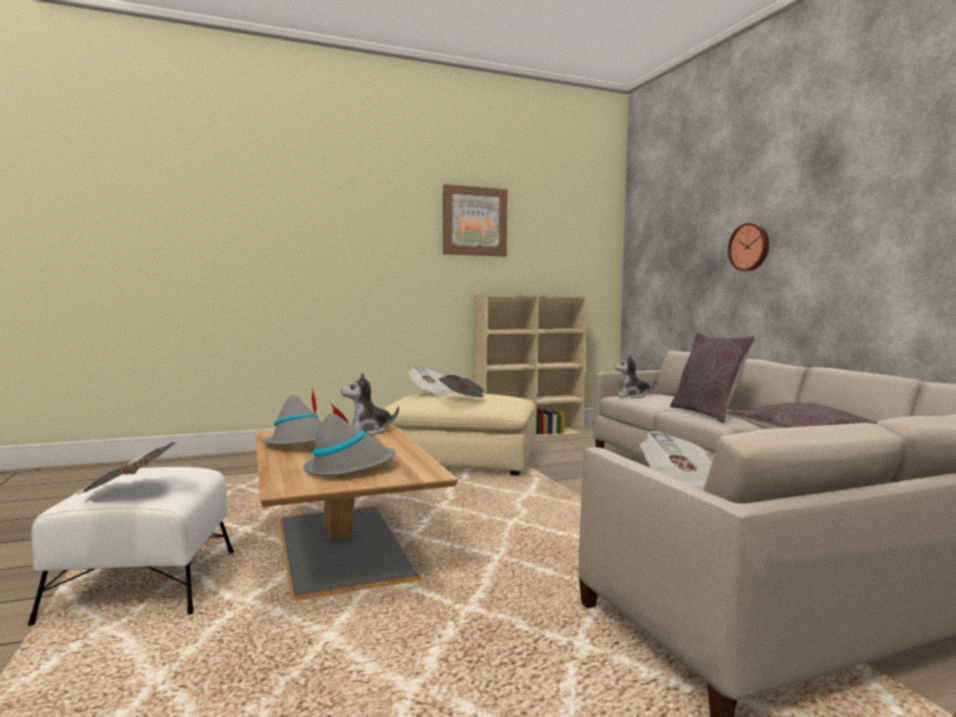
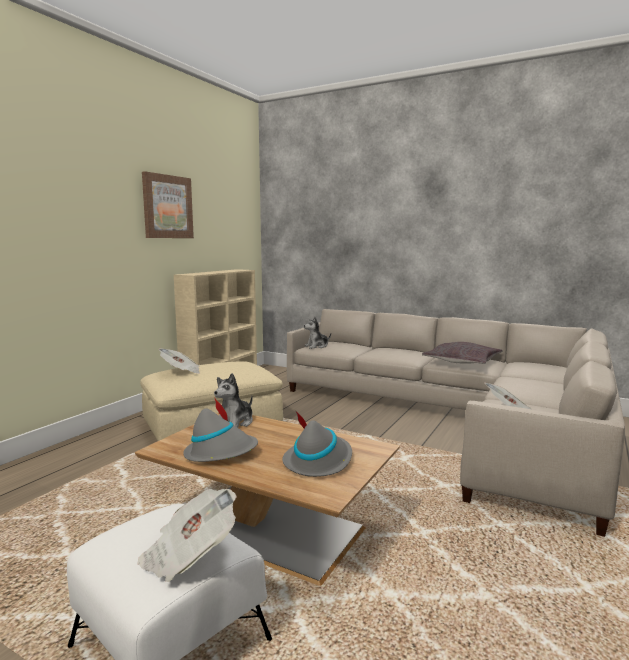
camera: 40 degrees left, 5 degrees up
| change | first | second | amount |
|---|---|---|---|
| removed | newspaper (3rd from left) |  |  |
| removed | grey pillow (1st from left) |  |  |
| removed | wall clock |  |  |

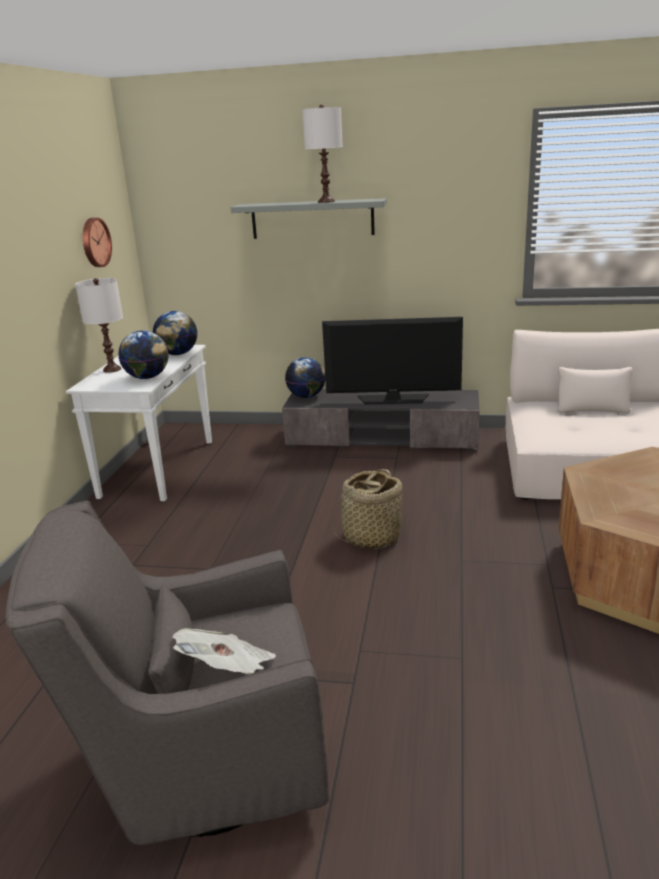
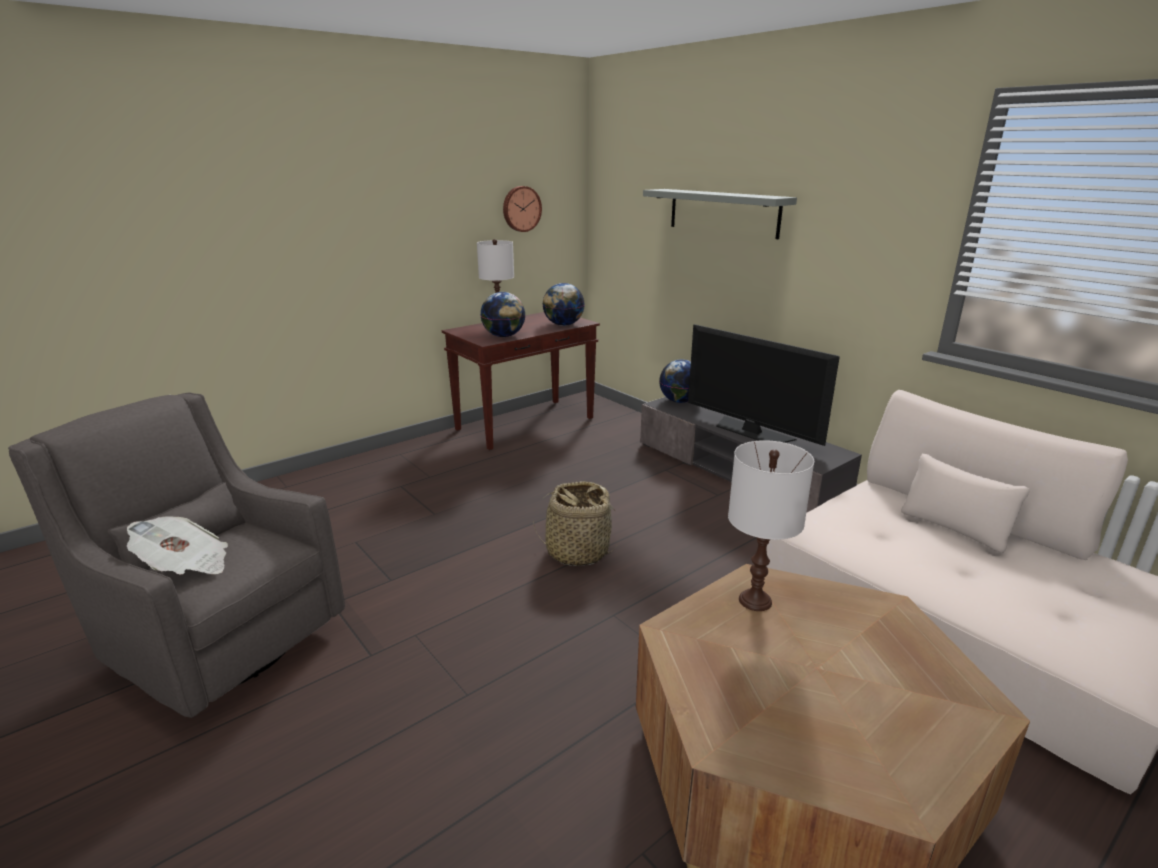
camera: 40 degrees right, 0 degrees up
| change | first | second | amount |
|---|---|---|---|
| moved | white table lamp (2nd from left) |  |  |
| recoloured | white console table | brown console table |  |

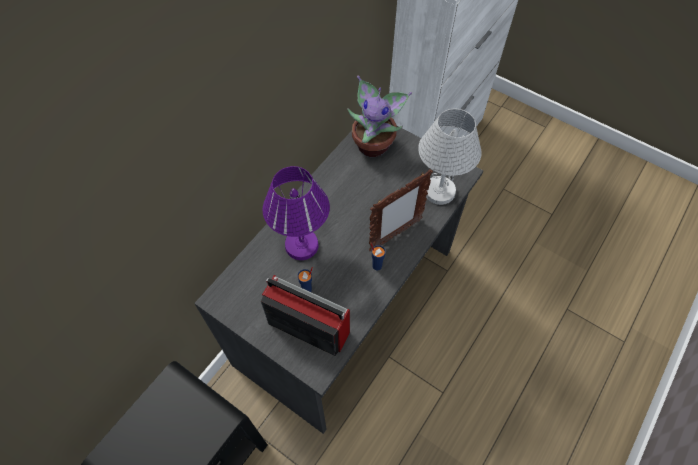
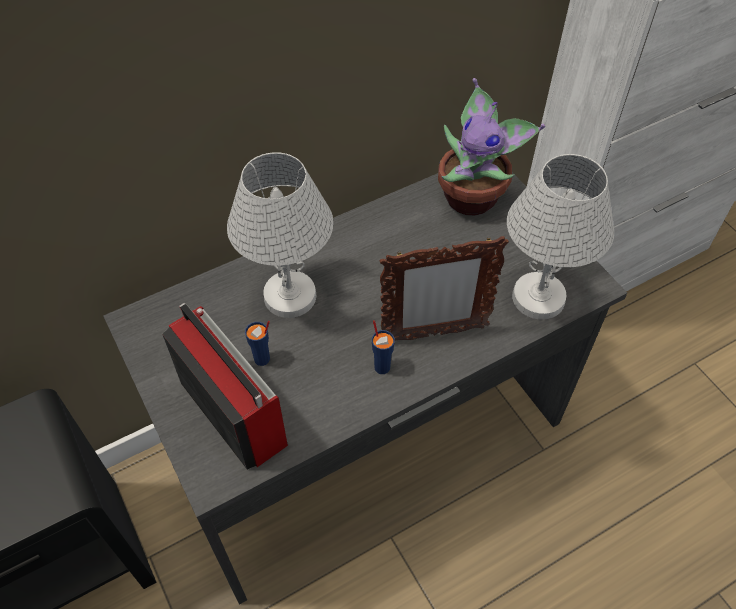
camera: 25 degrees right, 5 degrees down
| change | first | second | amount |
|---|---|---|---|
| recoloured | purple table lamp | white table lamp (1st from left) |  |

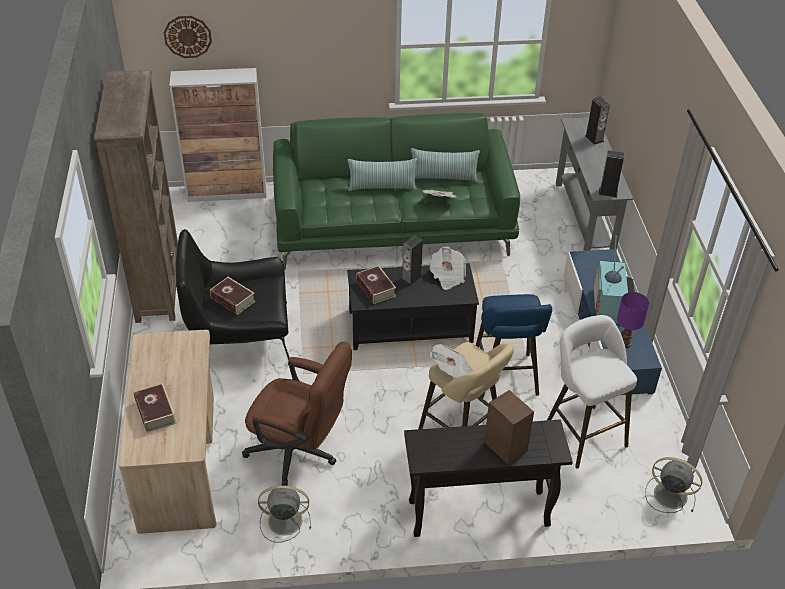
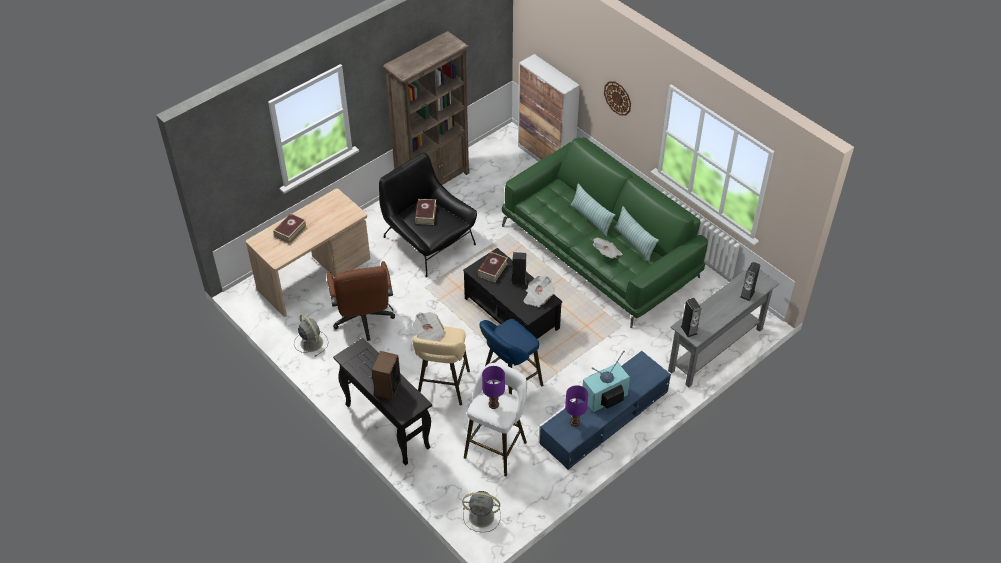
camera: 55 degrees right, 5 degrees up
| change | first | second | amount |
|---|---|---|---|
| added |  | purple table lamp (1st from left) |  |
| moved | wall clock |  |  |
| turned | grey fan (2nd from left) |  | 105 degrees clockwise |

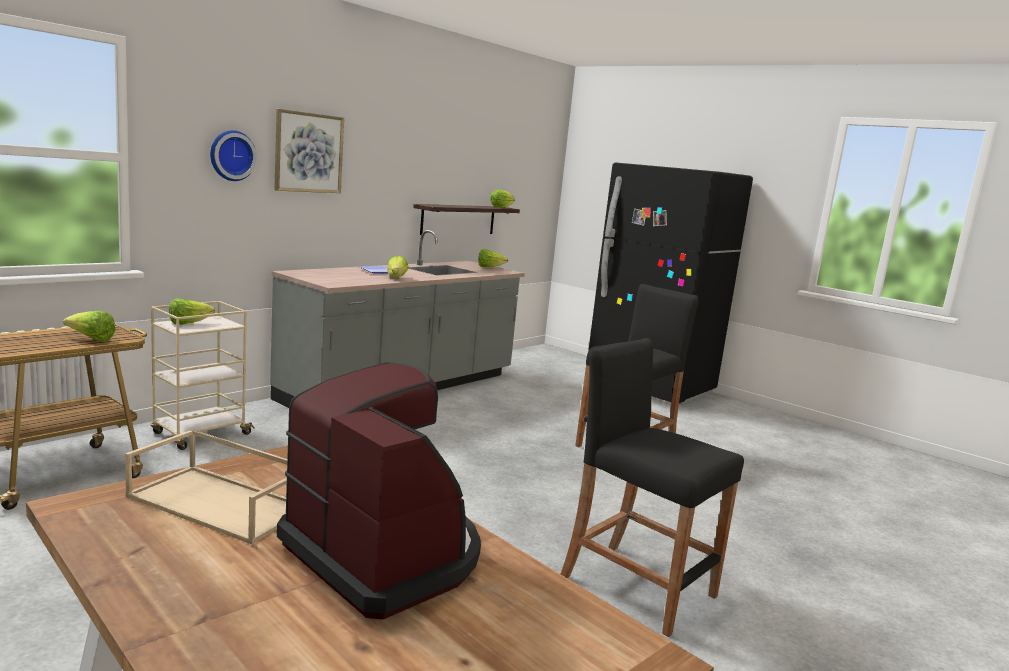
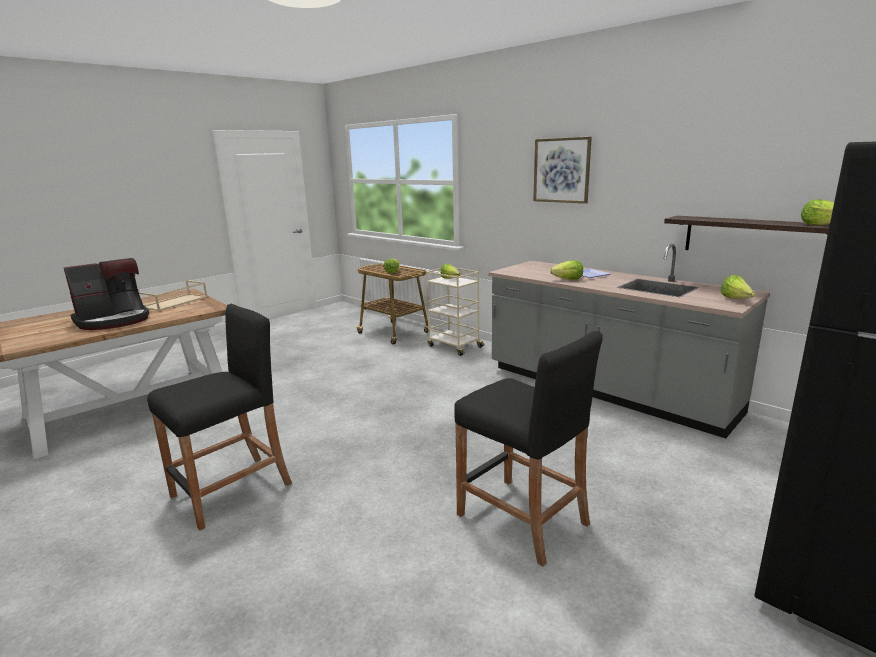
camera: 95 degrees right, 5 degrees up
| change | first | second | amount |
|---|---|---|---|
| removed | wall clock |  |  |

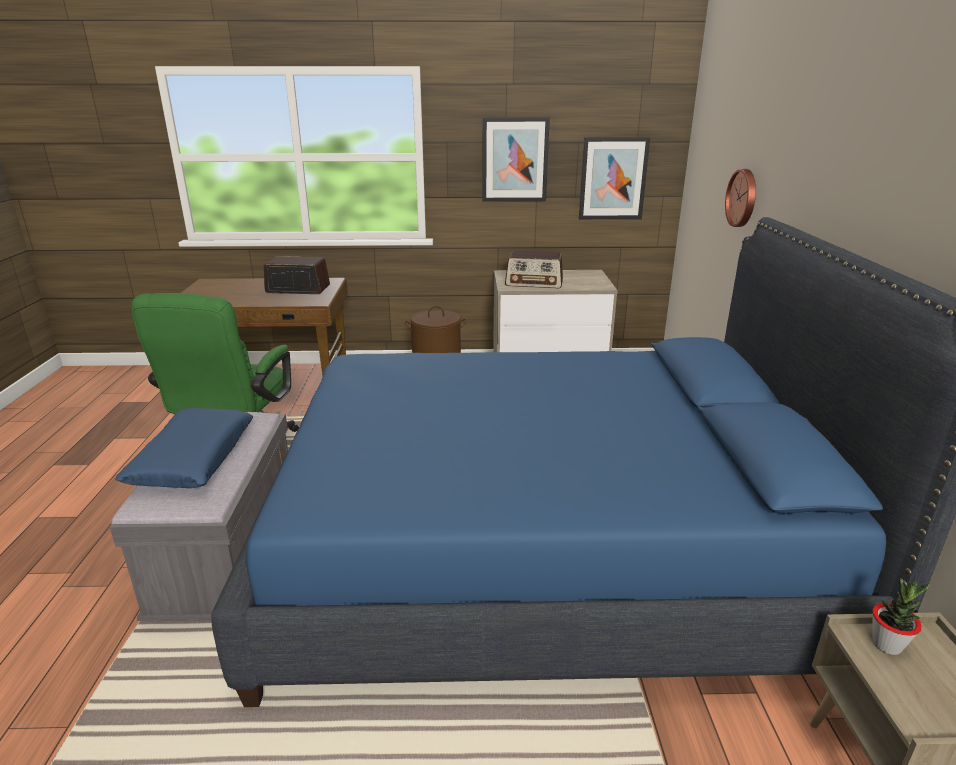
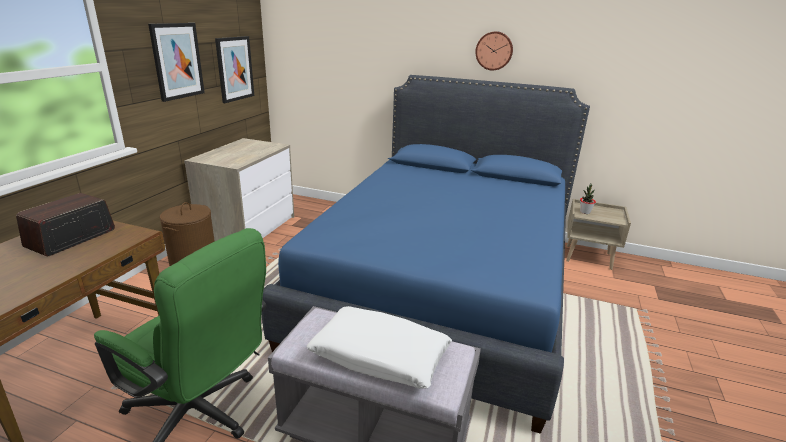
camera: 70 degrees left, 0 degrees up
| change | first | second | amount |
|---|---|---|---|
| removed | radio (2nd from left) |  |  |
| moved | wall clock |  |  |
| recoloured | blue pillow | white pillow |  |

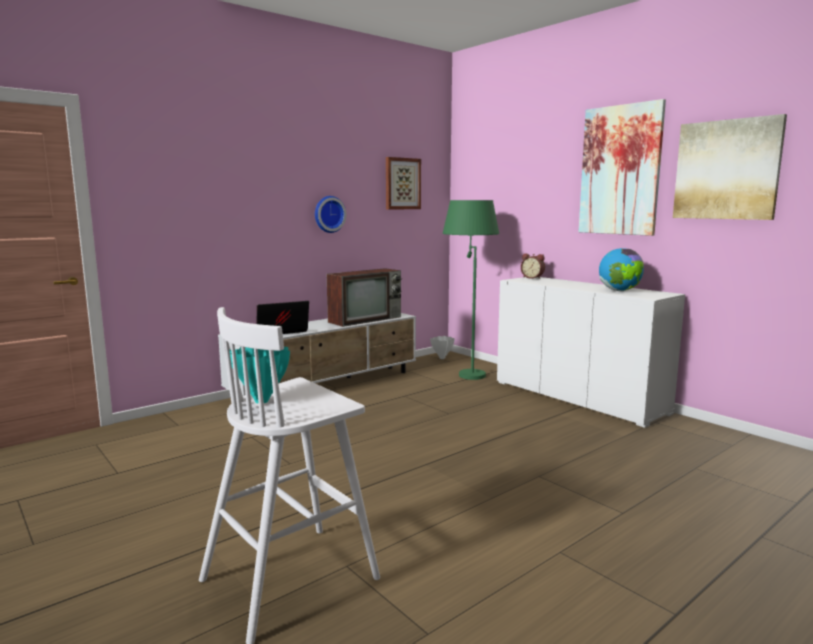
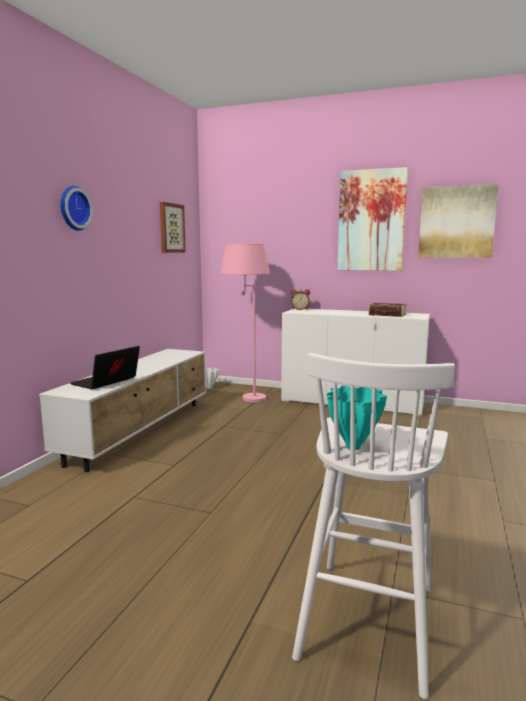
camera: 30 degrees left, 0 degrees up
| change | first | second | amount |
|---|---|---|---|
| removed | television |  |  |
| moved | wall clock |  |  |
| replaced | globe | book |  |
| recoloured | green floor lamp | pink floor lamp |  |

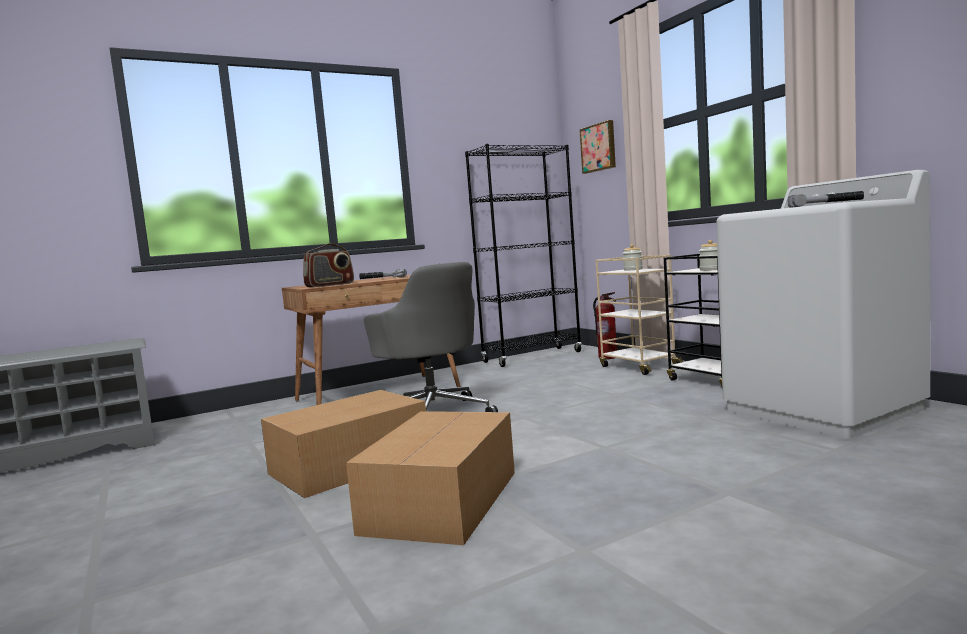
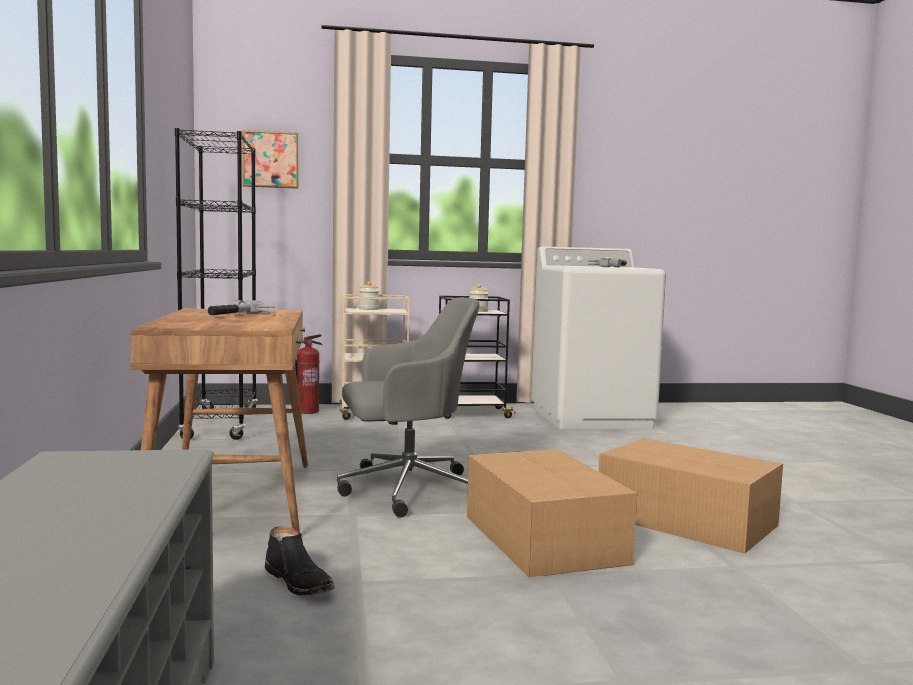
camera: 70 degrees left, 0 degrees up
| change | first | second | amount |
|---|---|---|---|
| removed | radio |  |  |
| added |  | black boot |  |

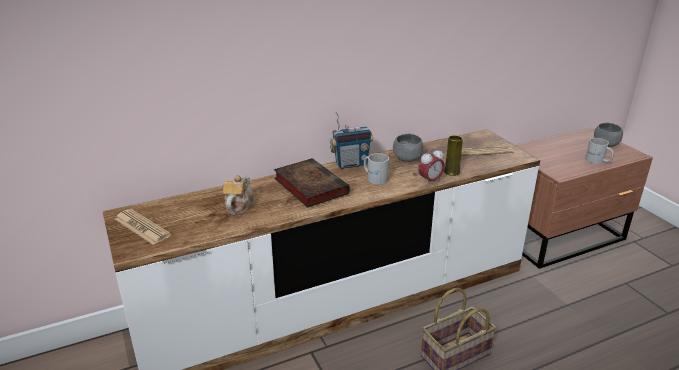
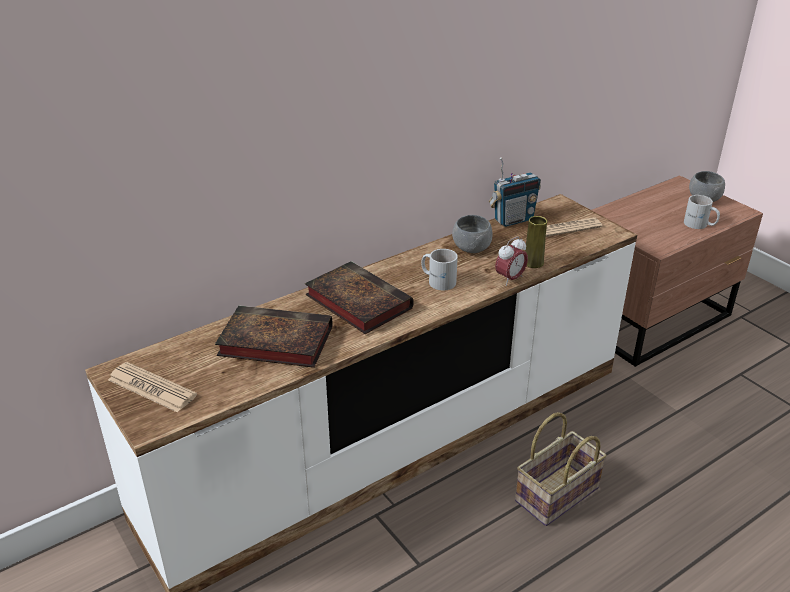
camera: 10 degrees left, 5 degrees up
| change | first | second | amount |
|---|---|---|---|
| moved | radio |  |  |
| replaced | teapot | book (1st from left) |  |

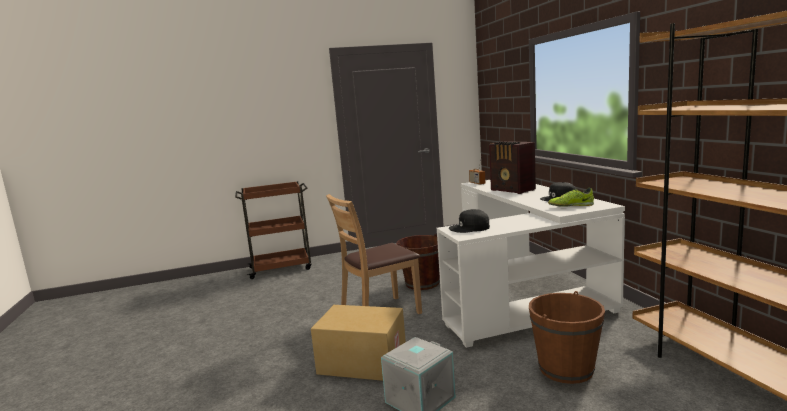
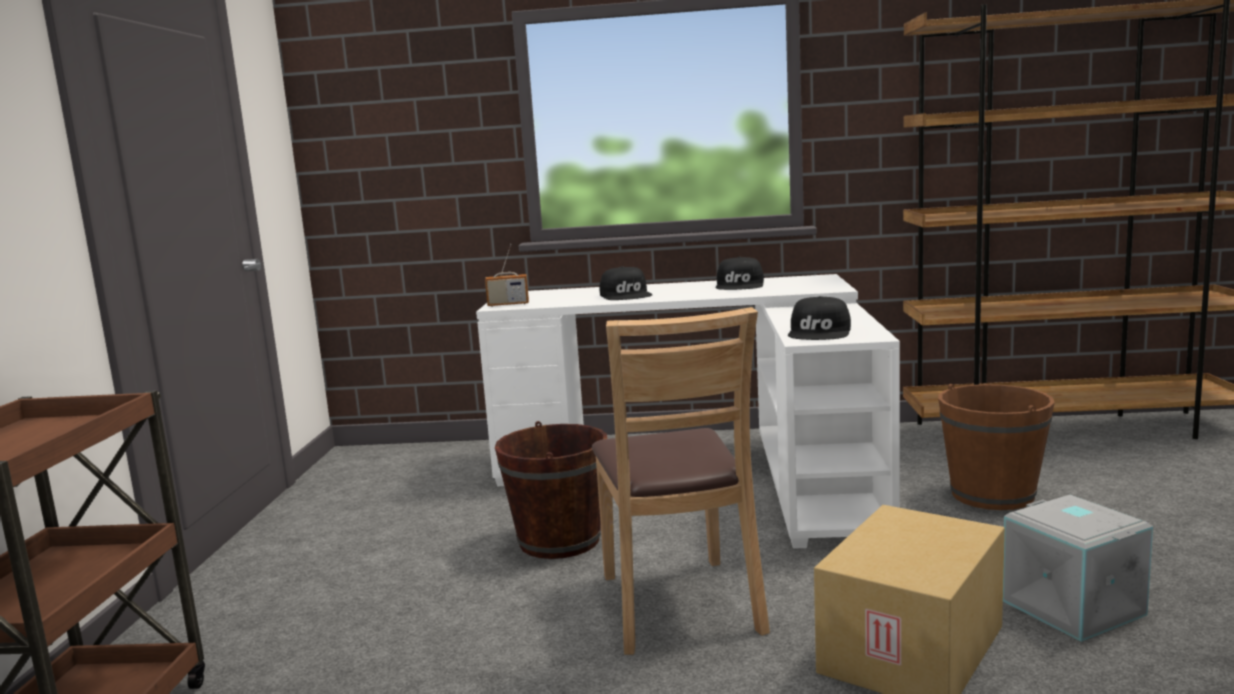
camera: 70 degrees left, 0 degrees up
| change | first | second | amount |
|---|---|---|---|
| removed | shoe |  |  |
| replaced | radio (2nd from left) | black cap (1st from left) |  |

